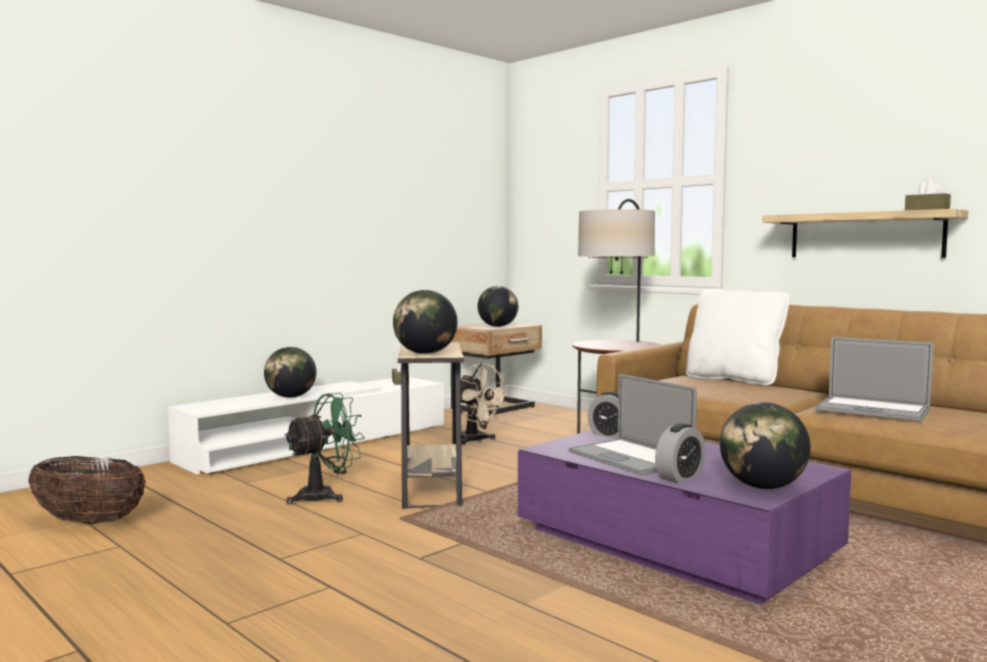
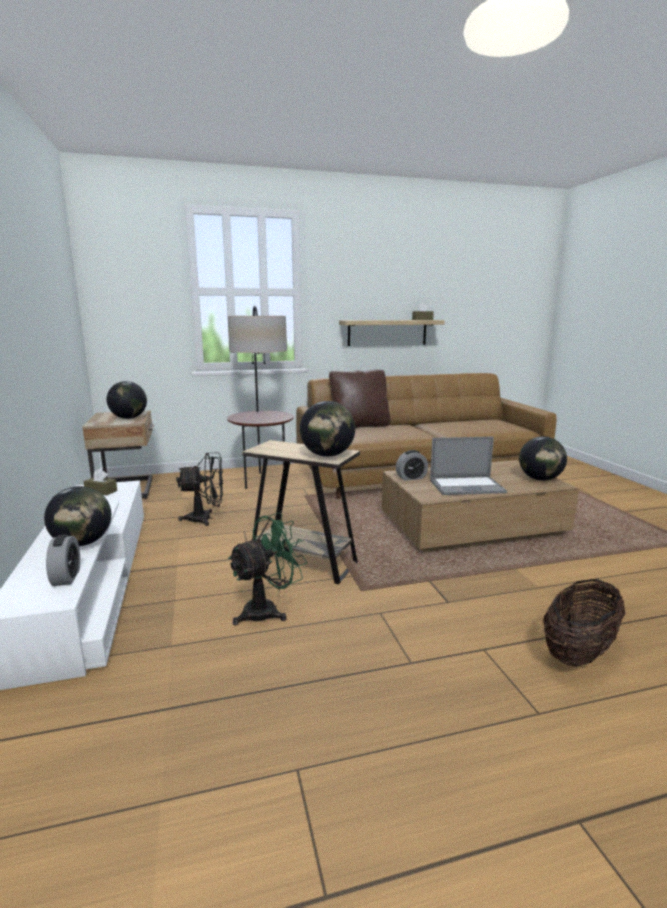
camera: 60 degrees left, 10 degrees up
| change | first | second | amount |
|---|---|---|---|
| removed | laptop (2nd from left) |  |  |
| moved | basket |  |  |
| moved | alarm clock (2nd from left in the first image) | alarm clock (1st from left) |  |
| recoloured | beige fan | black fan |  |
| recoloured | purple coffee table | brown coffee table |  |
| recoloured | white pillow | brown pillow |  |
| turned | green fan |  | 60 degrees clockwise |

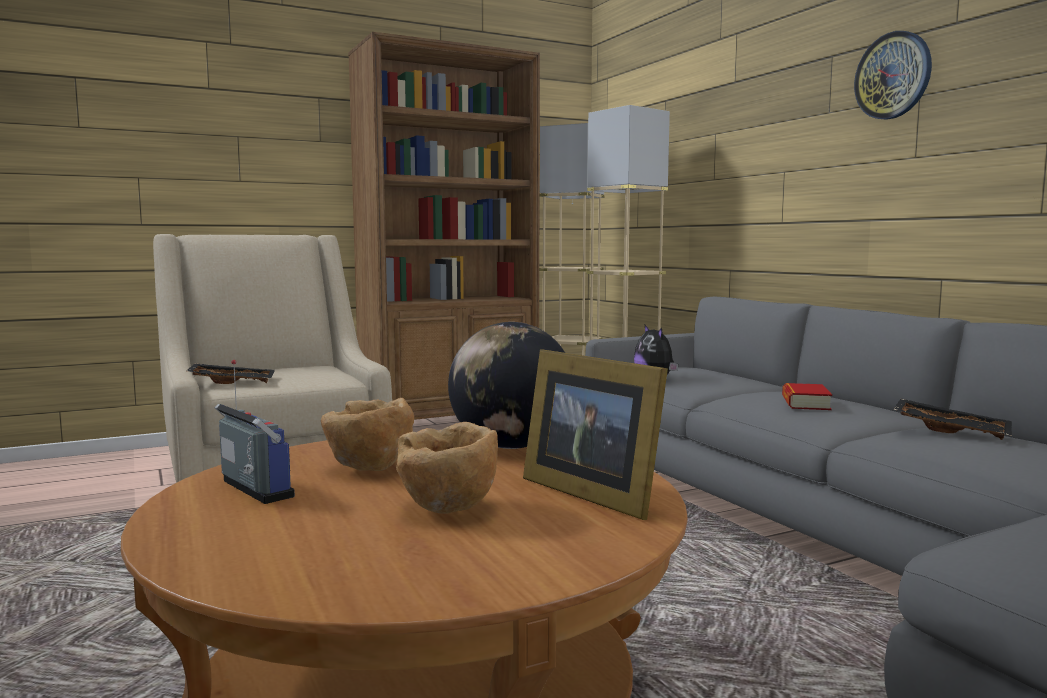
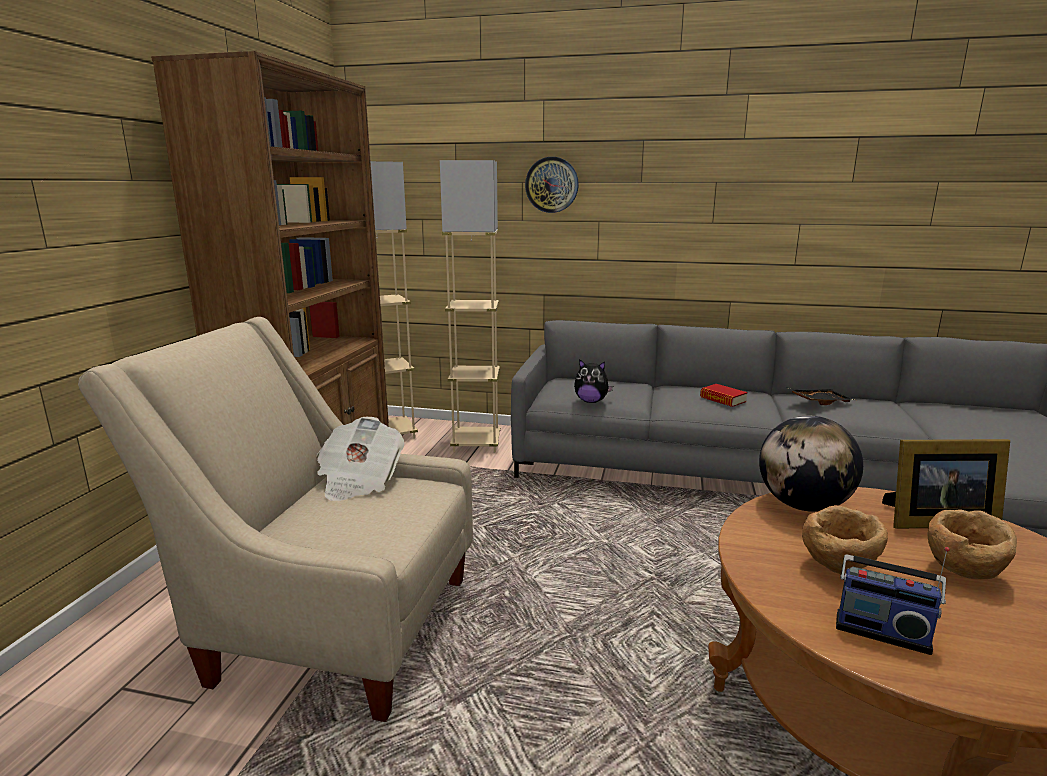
camera: 50 degrees left, 10 degrees up
| change | first | second | amount |
|---|---|---|---|
| removed | black tray (1st from left) |  |  |
| added |  | newspaper |  |
| moved | wall clock |  |  |
| turned | radio |  | 150 degrees counterclockwise |

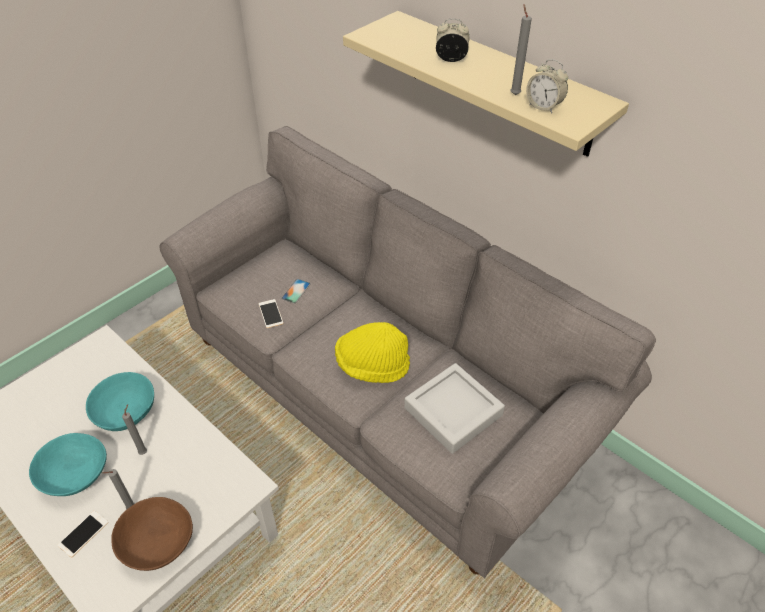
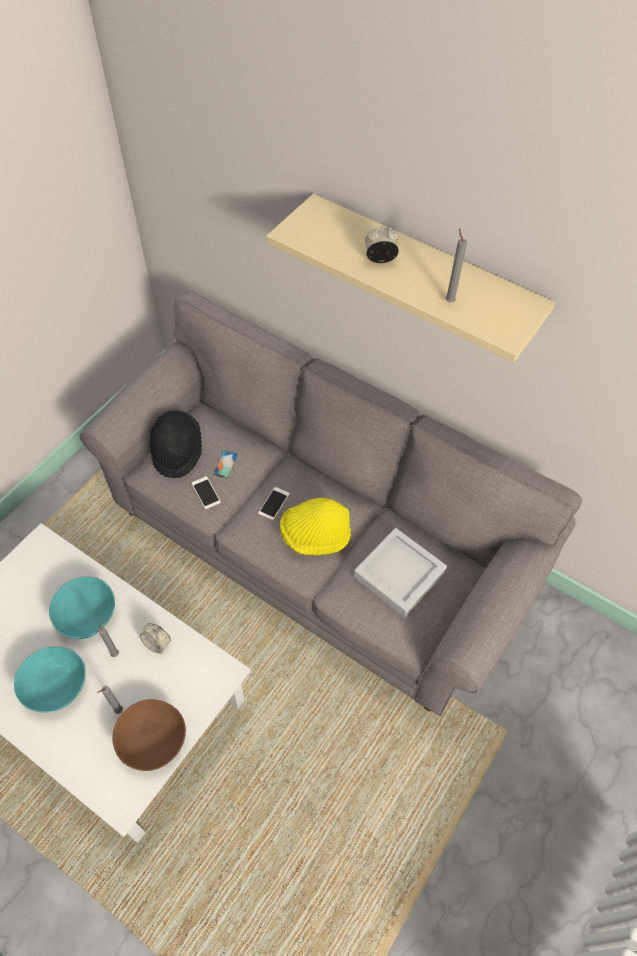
camera: 10 degrees left, 10 degrees up
| change | first | second | amount |
|---|---|---|---|
| added |  | black hat |  |
| moved | phone (1st from left in the first image) | phone (3rd from left) |  |
| moved | alarm clock (2nd from left in the first image) | alarm clock (1st from left) |  |

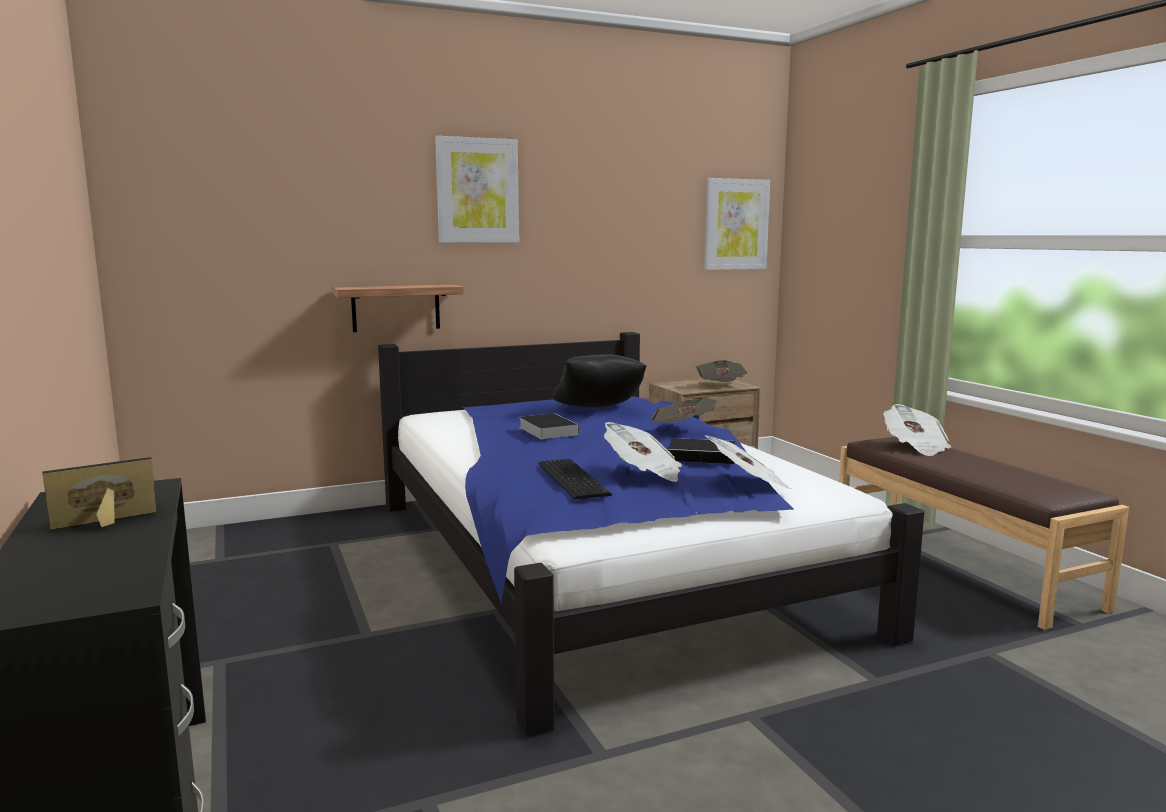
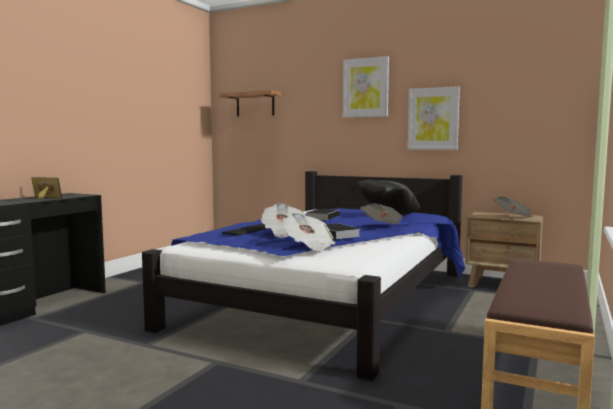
camera: 50 degrees right, 5 degrees down
| change | first | second | amount |
|---|---|---|---|
| removed | newspaper (5th from left) |  |  |
| moved | shelf |  |  |
| moved | picture (2nd from left) |  |  |

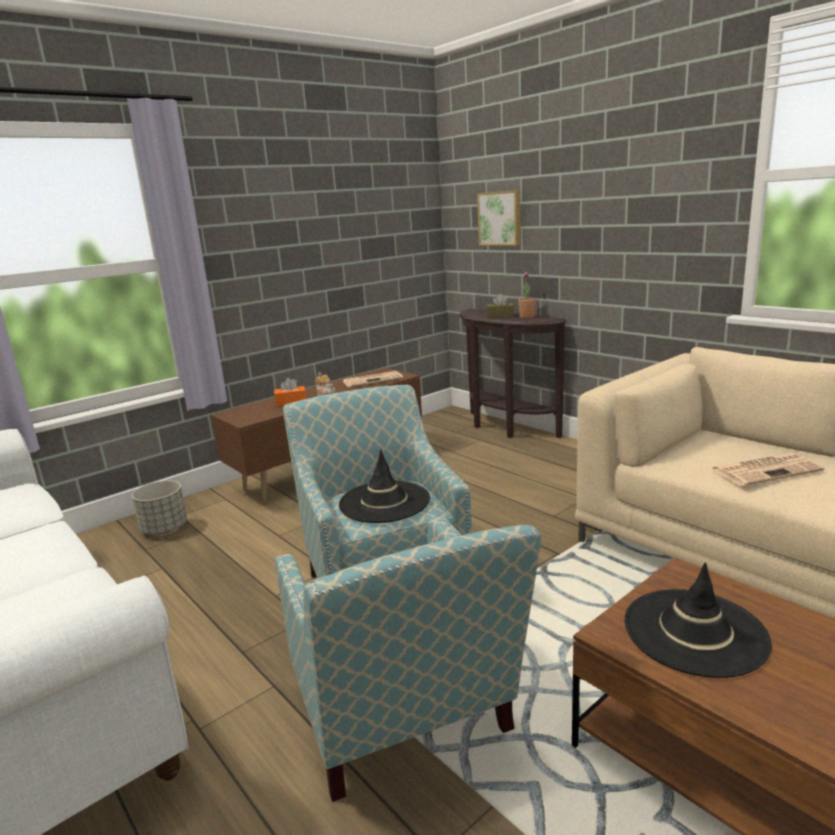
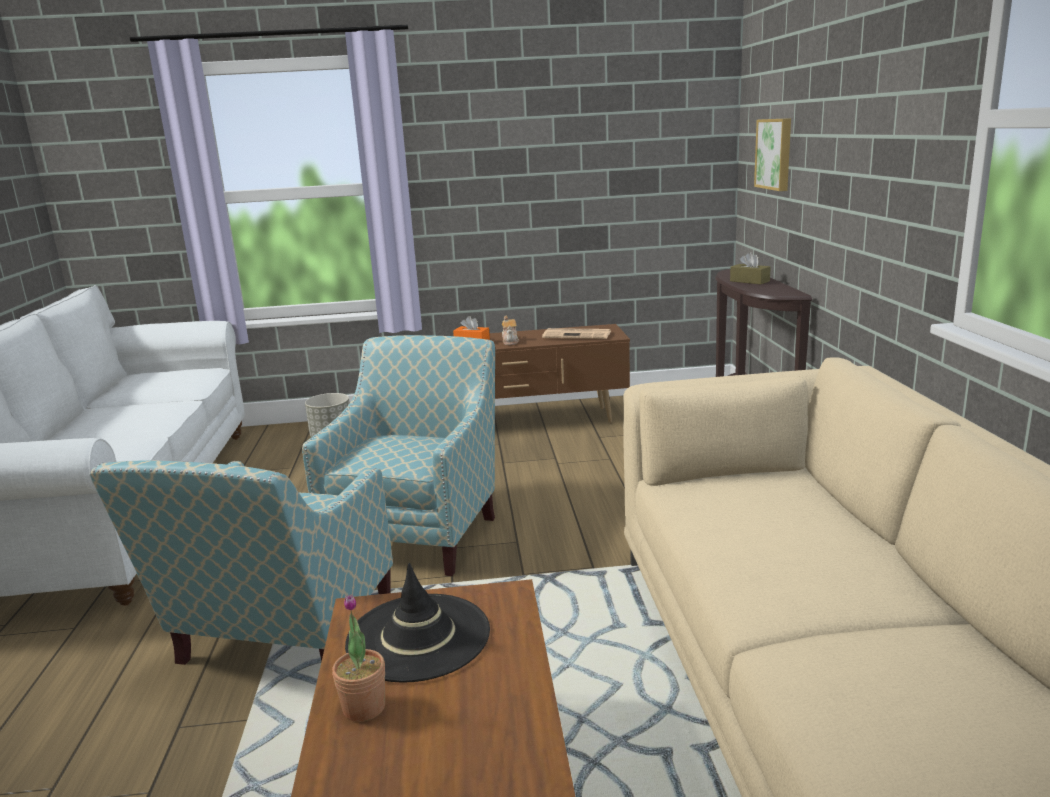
camera: 35 degrees right, 0 degrees up
| change | first | second | amount |
|---|---|---|---|
| removed | black hat (1st from left) |  |  |
| removed | newspaper (2nd from left) |  |  |
| moved | potted plant |  |  |

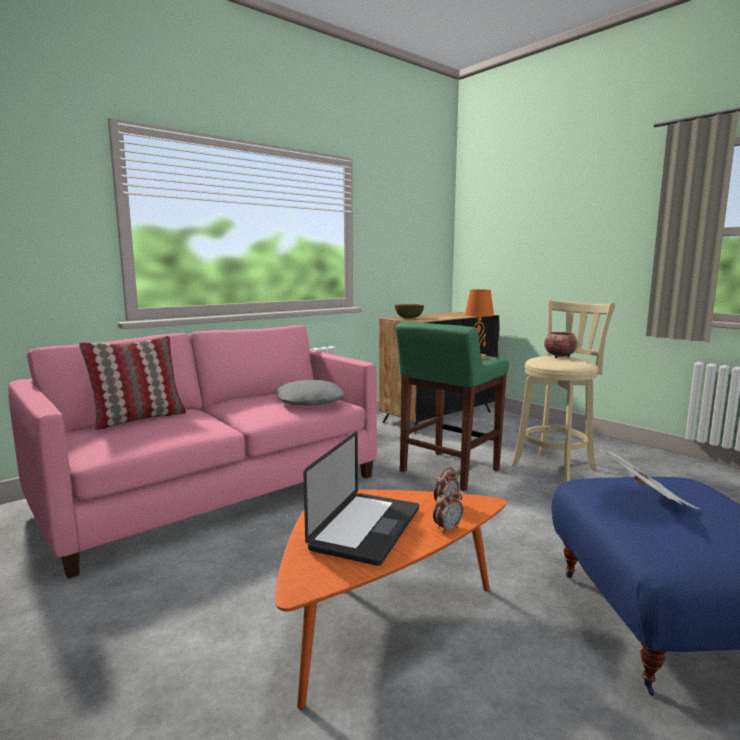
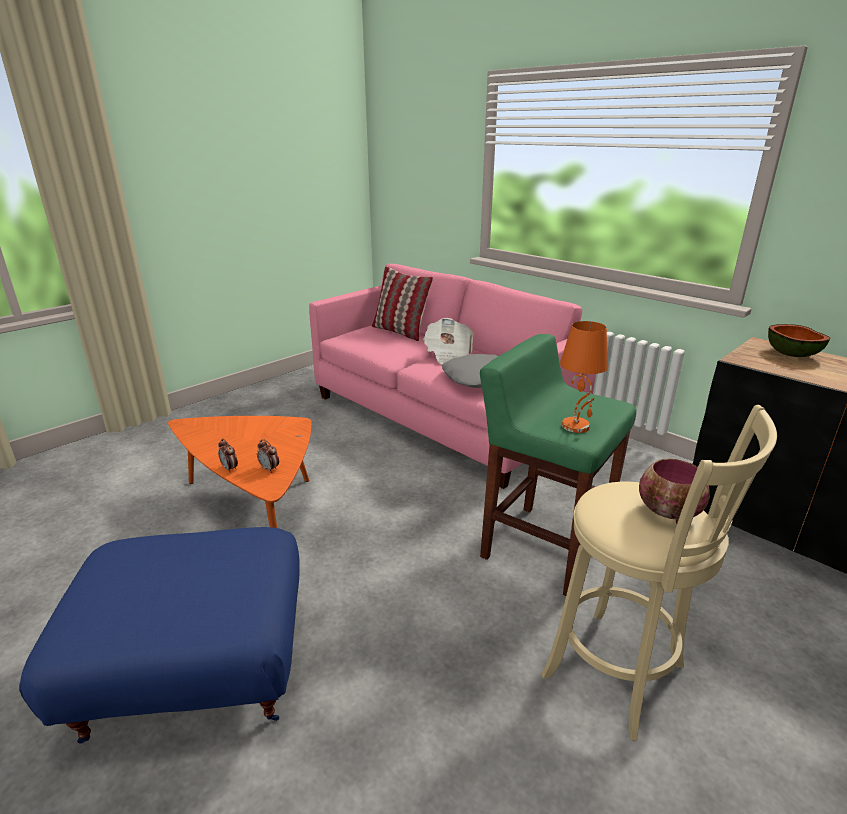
camera: 85 degrees right, 15 degrees up
| change | first | second | amount |
|---|---|---|---|
| removed | laptop |  |  |
| moved | newspaper |  |  |

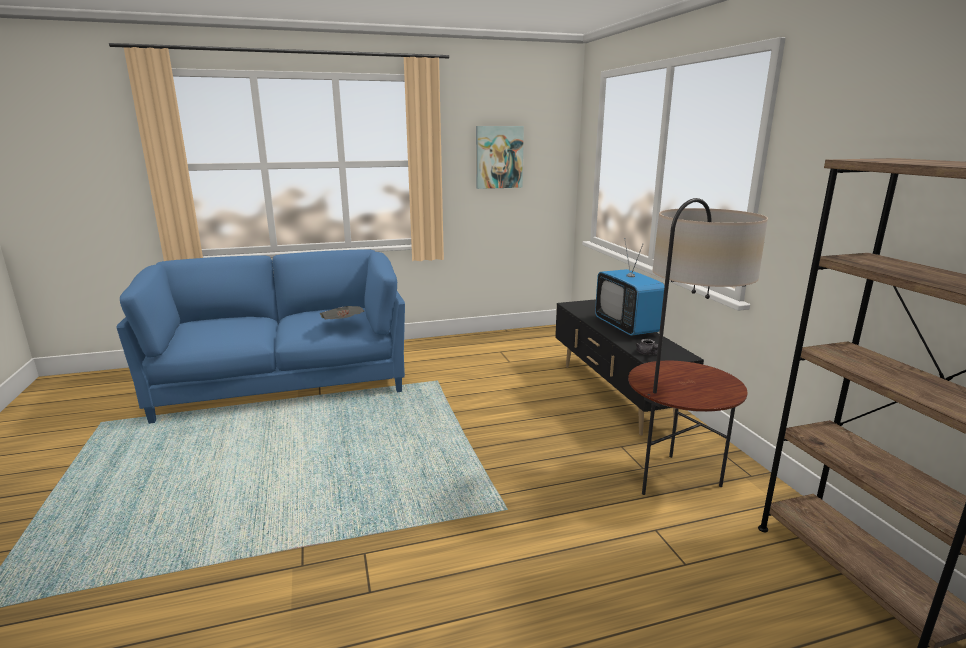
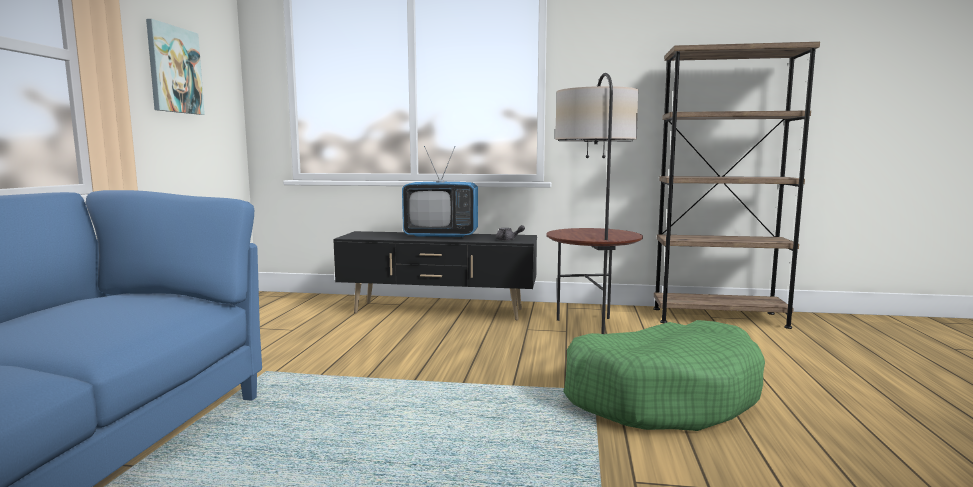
camera: 65 degrees left, 10 degrees down
| change | first | second | amount |
|---|---|---|---|
| removed | newspaper |  |  |
| added |  | green dog bed |  |

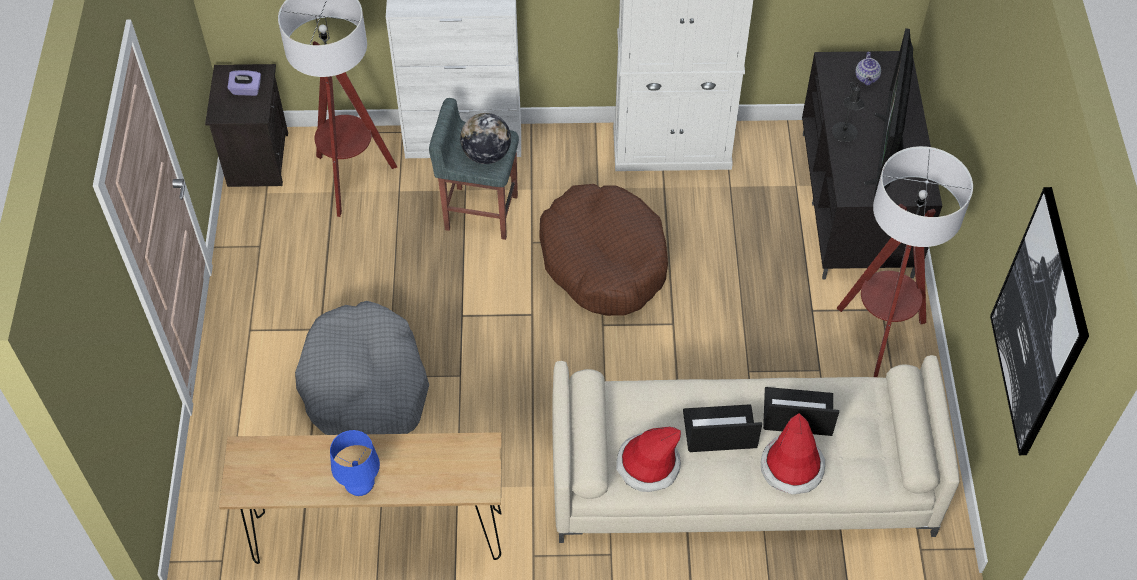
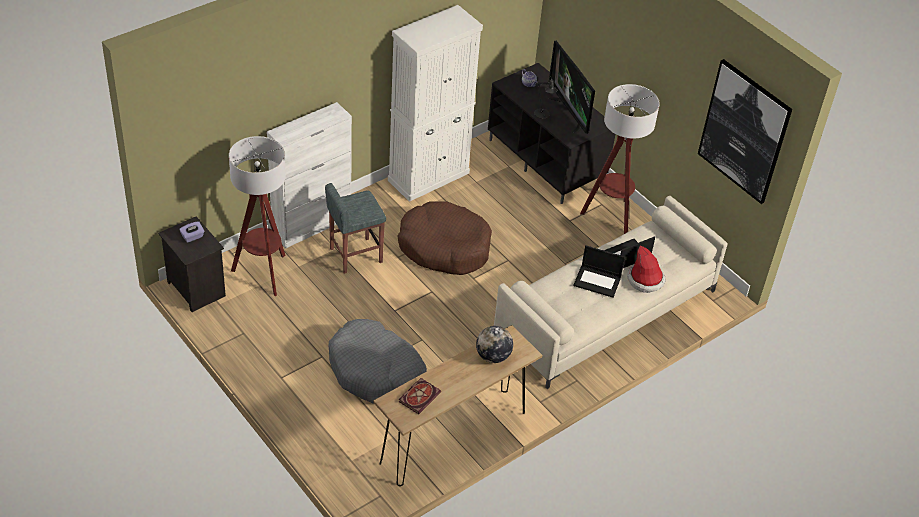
camera: 40 degrees left, 10 degrees down
| change | first | second | amount |
|---|---|---|---|
| removed | blue table lamp |  |  |
| removed | hat (1st from left) |  |  |
| added |  | book |  |
| moved | globe |  |  |
| turned | laptop (1st from left) |  | 120 degrees counterclockwise |

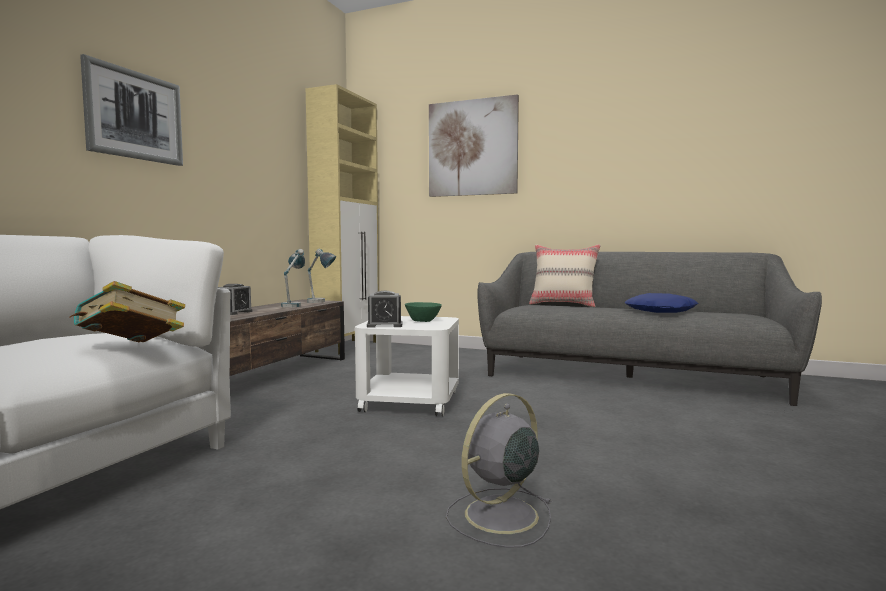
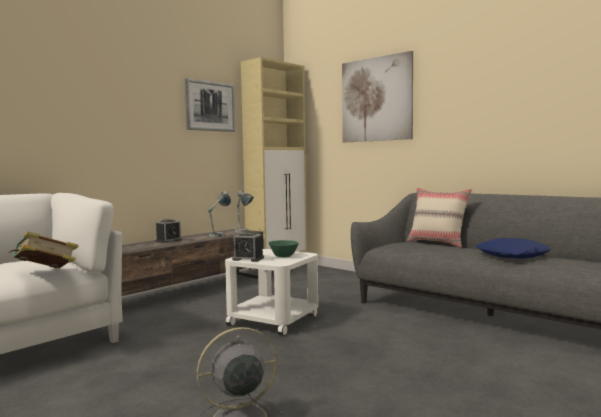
camera: 20 degrees right, 0 degrees up
| change | first | second | amount |
|---|---|---|---|
| moved | picture (1st from left) |  |  |

